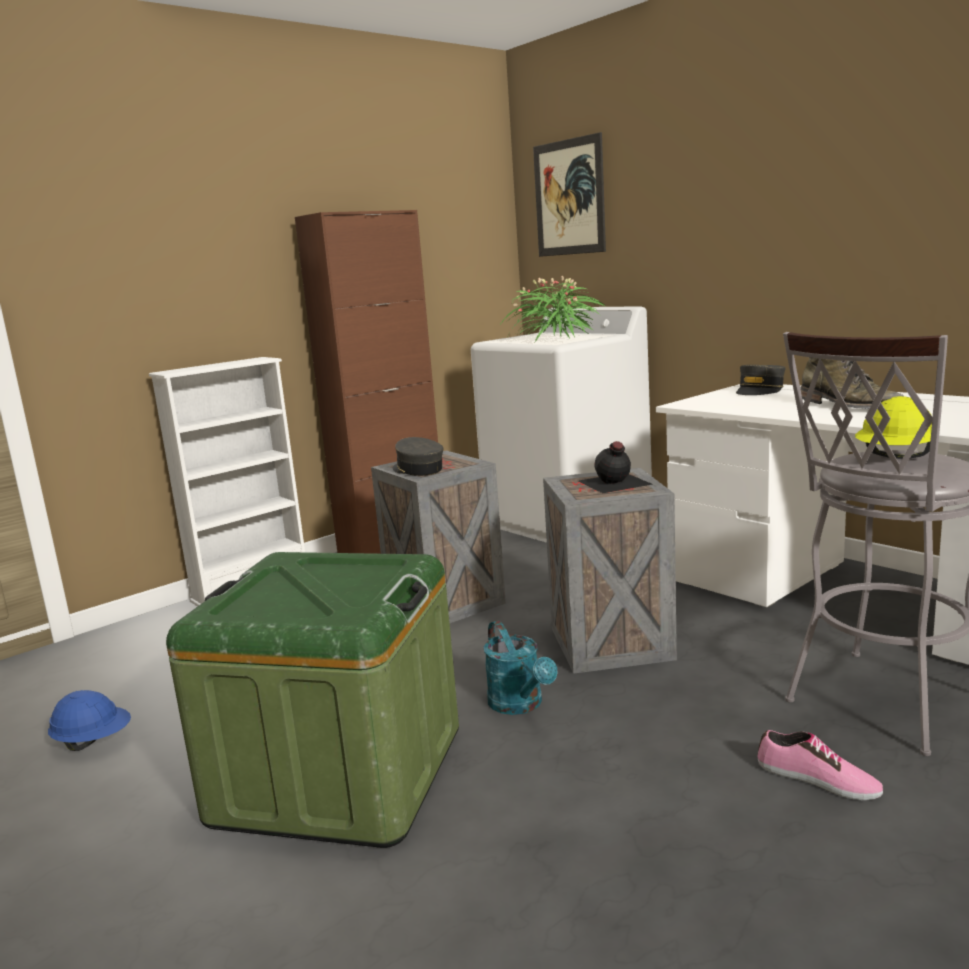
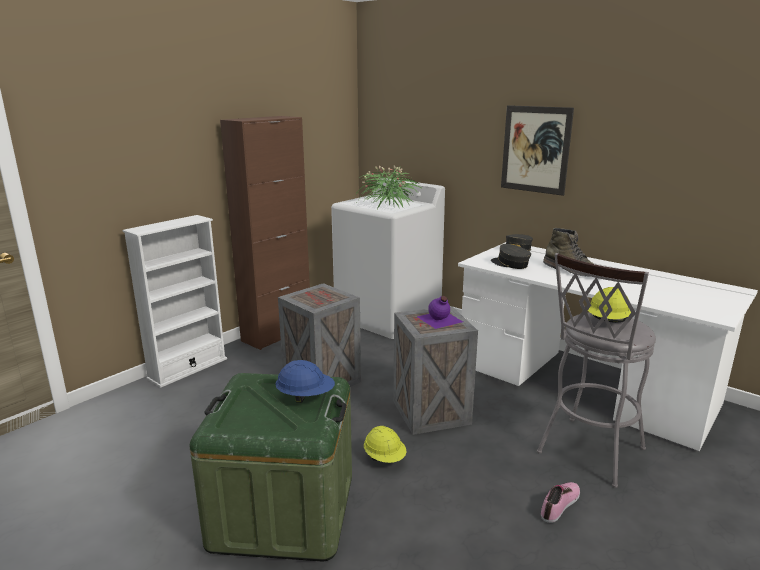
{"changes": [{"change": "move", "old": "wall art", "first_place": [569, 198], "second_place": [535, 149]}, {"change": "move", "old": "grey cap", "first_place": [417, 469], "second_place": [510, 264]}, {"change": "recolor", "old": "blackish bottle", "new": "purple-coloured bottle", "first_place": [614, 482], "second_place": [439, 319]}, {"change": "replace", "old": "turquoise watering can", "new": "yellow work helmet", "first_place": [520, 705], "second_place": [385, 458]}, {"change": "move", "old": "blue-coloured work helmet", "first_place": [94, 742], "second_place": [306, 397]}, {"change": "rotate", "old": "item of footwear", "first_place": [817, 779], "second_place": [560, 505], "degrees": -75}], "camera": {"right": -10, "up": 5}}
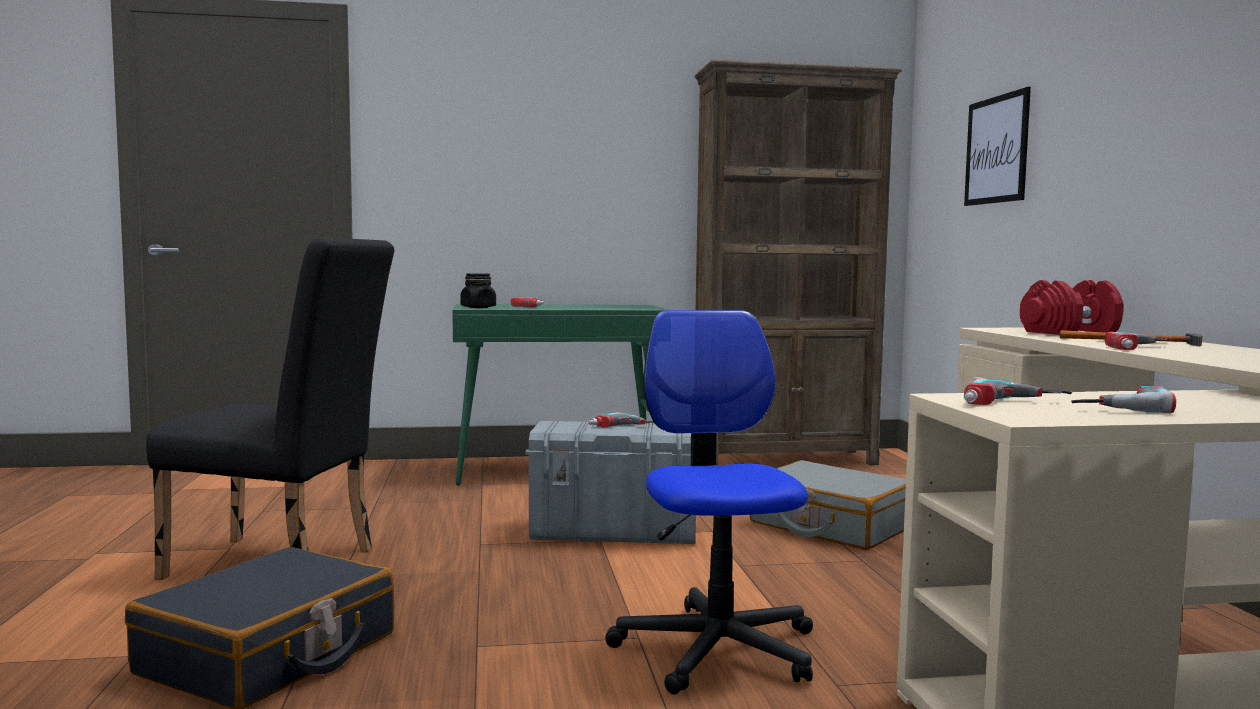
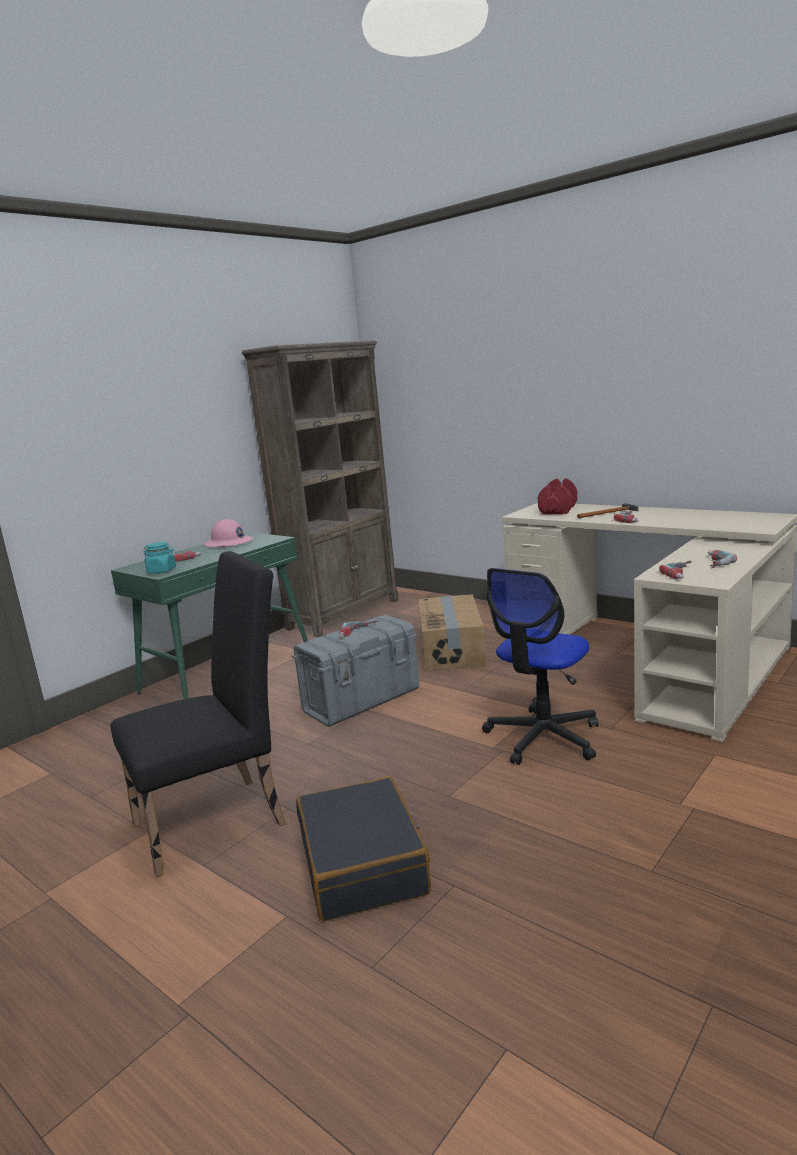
{"changes": [{"change": "delete", "old": "wall art", "first_place": [996, 150]}, {"change": "recolor", "old": "blackish jar", "new": "turquoise jar", "first_place": [478, 307], "second_place": [162, 571]}, {"change": "rotate", "old": "desk chair", "first_place": [717, 649], "second_place": [543, 737], "degrees": -90}, {"change": "replace", "old": "grey suitcase", "new": "packing box", "first_place": [830, 525], "second_place": [452, 649]}, {"change": "insert", "new": "pinkish work helmet", "second_place": [228, 543]}], "camera": {"right": -40, "up": 10}}
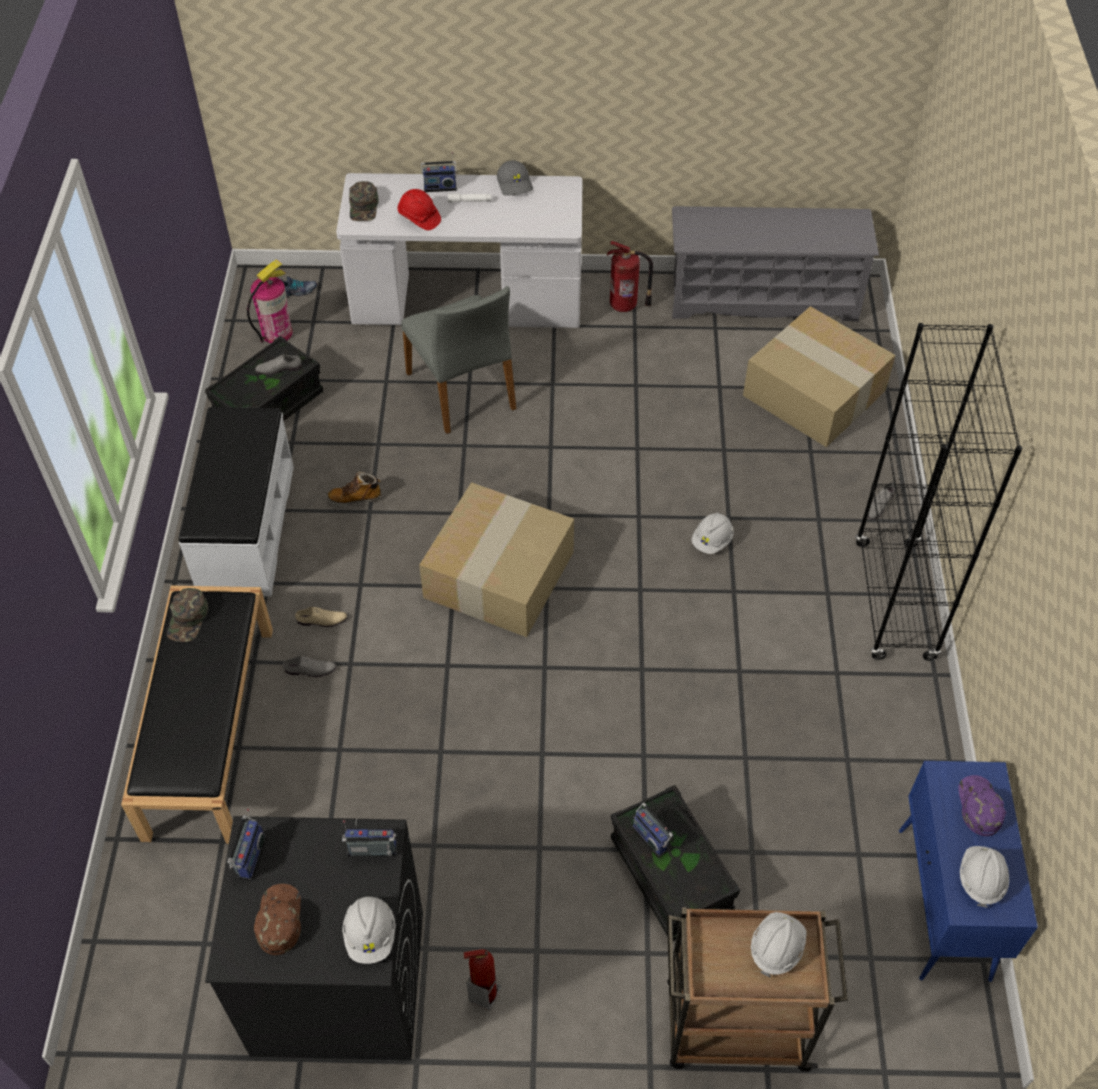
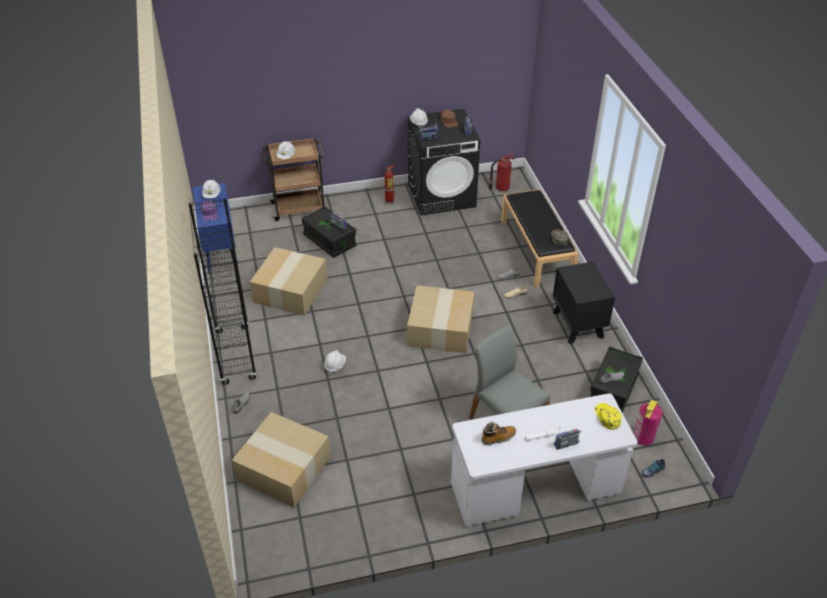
{"changes": [{"change": "delete", "old": "grey cap", "first_place": [515, 184]}, {"change": "recolor", "old": "greenish cap", "new": "yellow cap", "first_place": [364, 206], "second_place": [607, 417]}, {"change": "delete", "old": "reddish work helmet", "first_place": [419, 218]}, {"change": "delete", "old": "grey shoe rack", "first_place": [763, 298]}, {"change": "move", "old": "fire-fighting cylinder", "first_place": [625, 305], "second_place": [501, 188]}, {"change": "replace", "old": "whitish bench", "new": "blackish bedside table", "first_place": [245, 529], "second_place": [578, 324]}, {"change": "move", "old": "tall boot", "first_place": [355, 498], "second_place": [498, 438]}, {"change": "insert", "new": "packing box", "second_place": [290, 290]}], "camera": {"right": 165, "up": -10}}
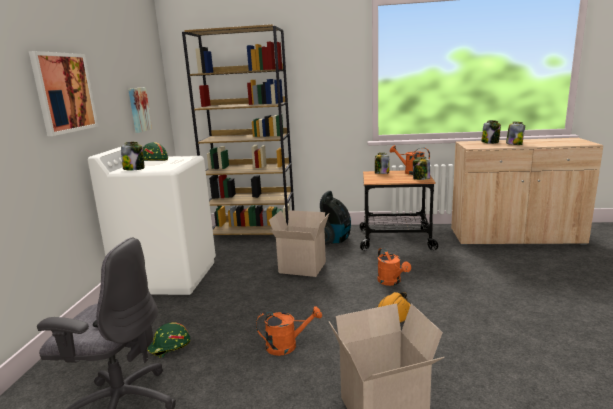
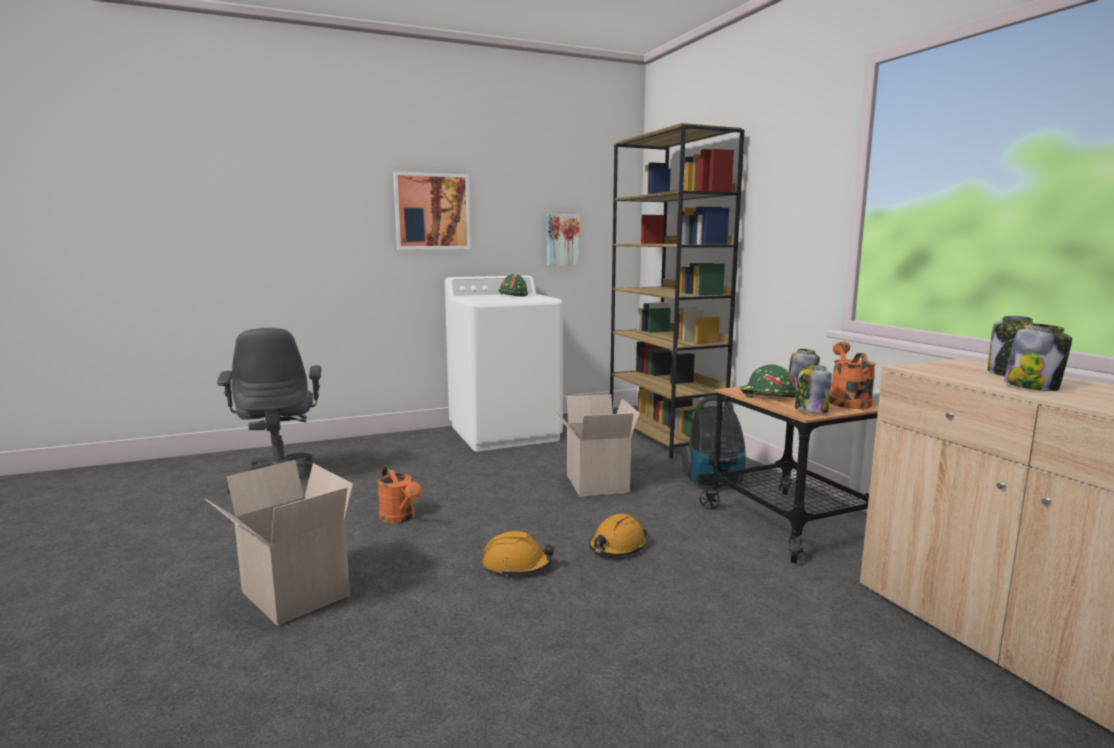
{"changes": [{"change": "delete", "old": "jar", "first_place": [134, 169]}, {"change": "replace", "old": "orange-coloured watering can", "new": "orange-coloured work helmet", "first_place": [391, 282], "second_place": [617, 547]}, {"change": "move", "old": "greenish work helmet", "first_place": [169, 347], "second_place": [766, 395]}], "camera": {"right": 60, "up": -5}}
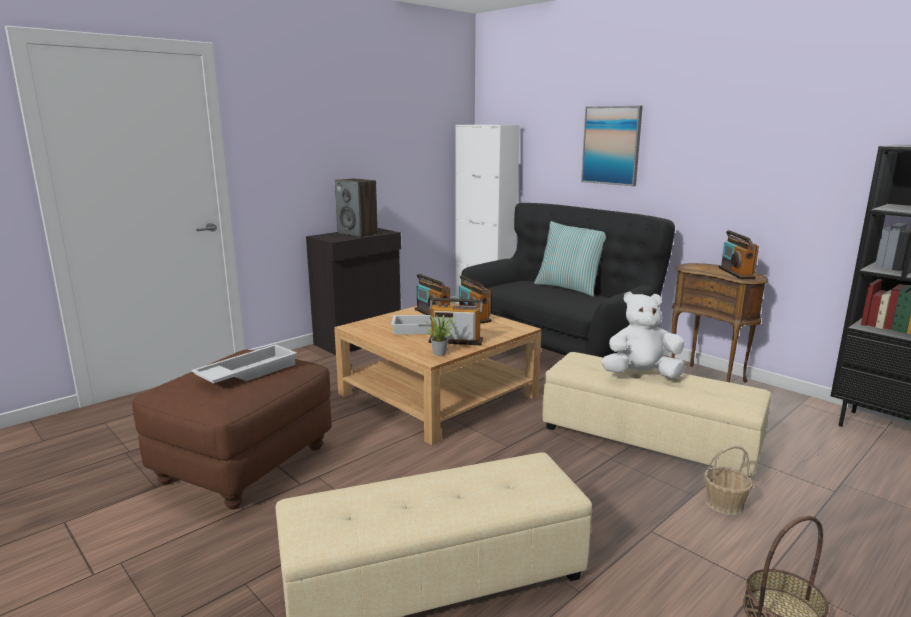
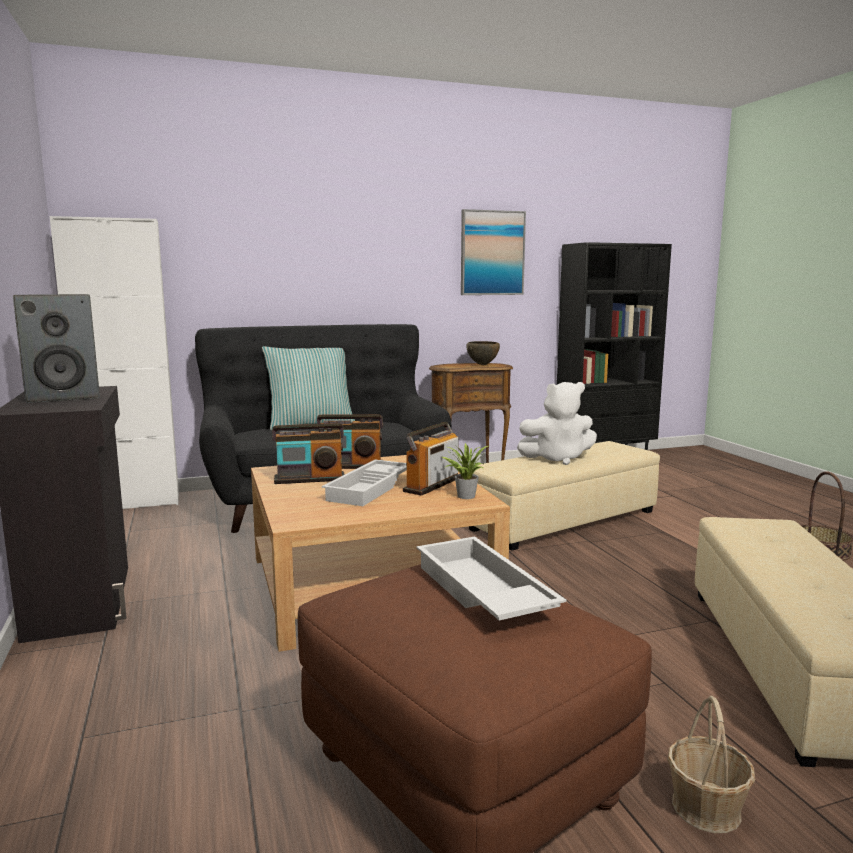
{"changes": [{"change": "move", "old": "wall art", "first_place": [611, 145], "second_place": [492, 253]}, {"change": "replace", "old": "radio set", "new": "brownish bowl", "first_place": [736, 273], "second_place": [483, 364]}, {"change": "rotate", "old": "whitish soft toy", "first_place": [641, 375], "second_place": [557, 459], "degrees": -120}, {"change": "move", "old": "household basket", "first_place": [725, 504], "second_place": [706, 807]}], "camera": {"right": -65, "up": -5}}
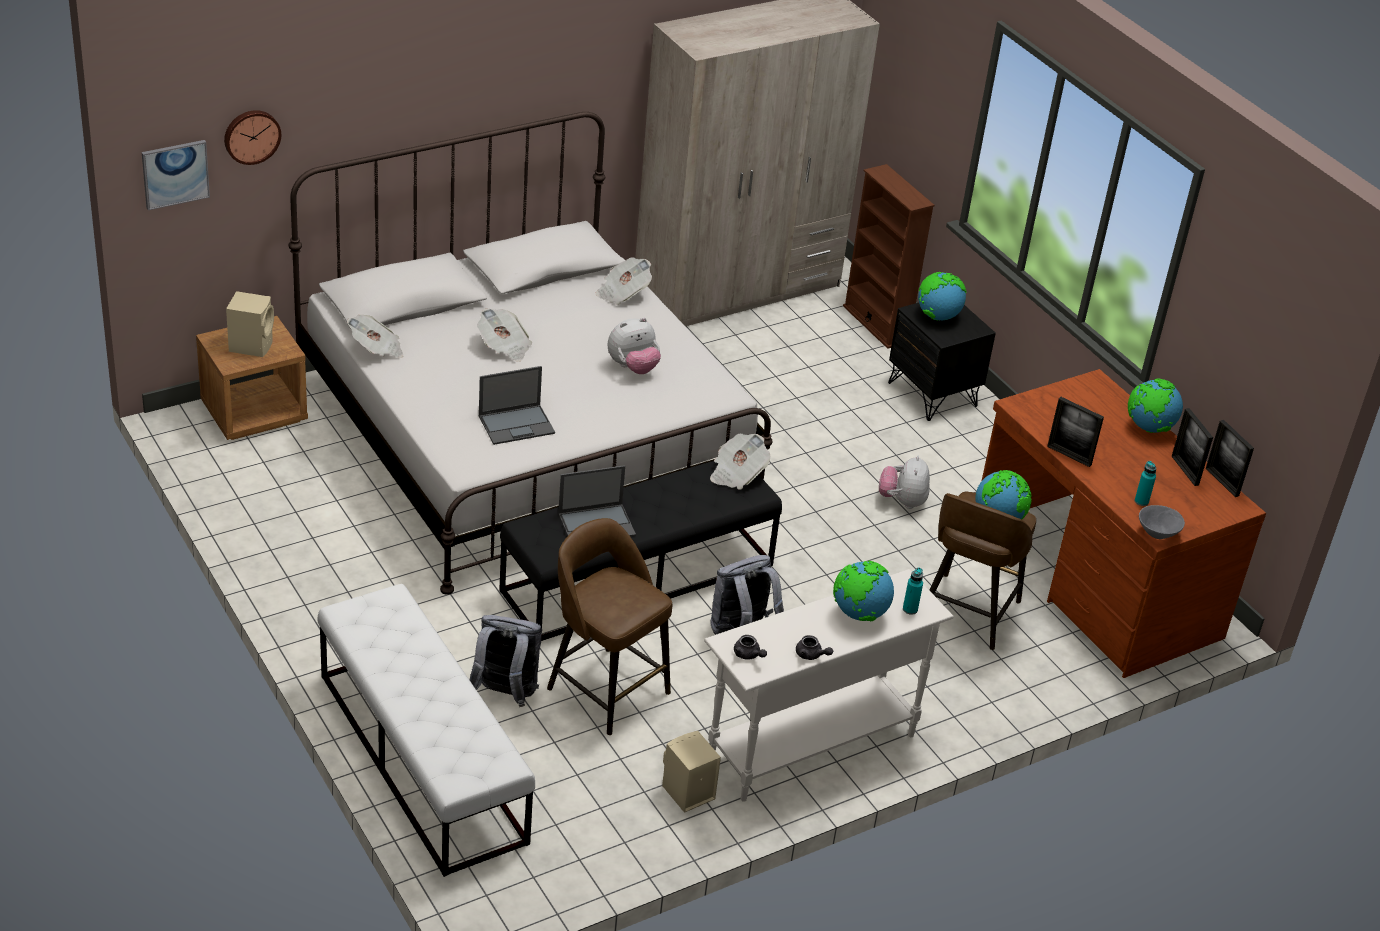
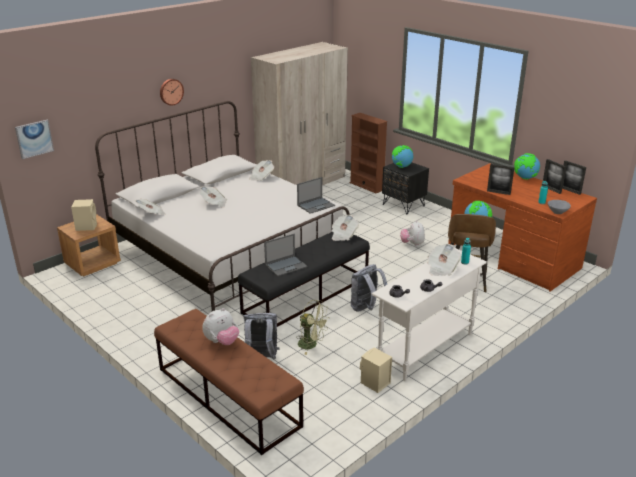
{"changes": [{"change": "move", "old": "hanging clock", "first_place": [251, 136], "second_place": [171, 91]}, {"change": "move", "old": "soft toy", "first_place": [633, 367], "second_place": [222, 342]}, {"change": "move", "old": "laptop", "first_place": [517, 424], "second_place": [316, 205]}, {"change": "replace", "old": "brownish sitting stool", "new": "greenish fan", "first_place": [606, 688], "second_place": [311, 345]}, {"change": "replace", "old": "globe", "new": "newspaper", "first_place": [859, 614], "second_place": [442, 268]}, {"change": "recolor", "old": "whitish bench", "new": "brownish bench", "first_place": [421, 757], "second_place": [227, 396]}], "camera": {"right": -10, "up": -10}}
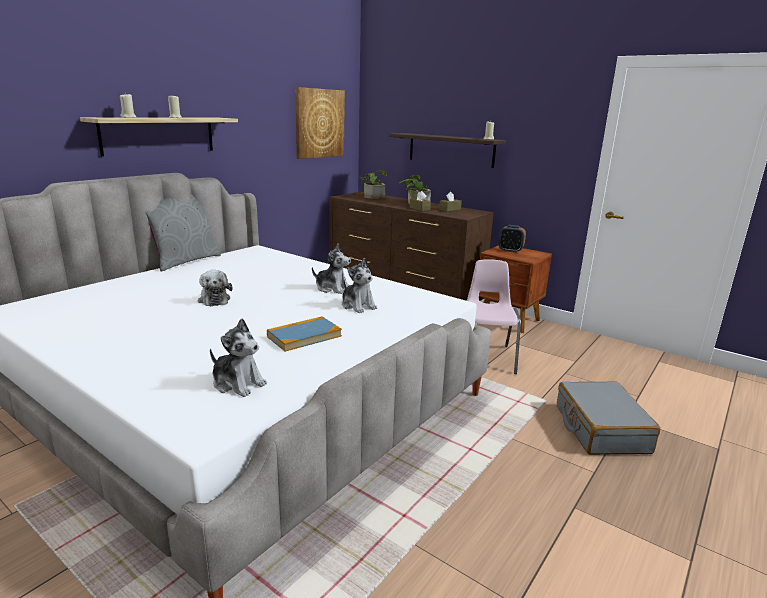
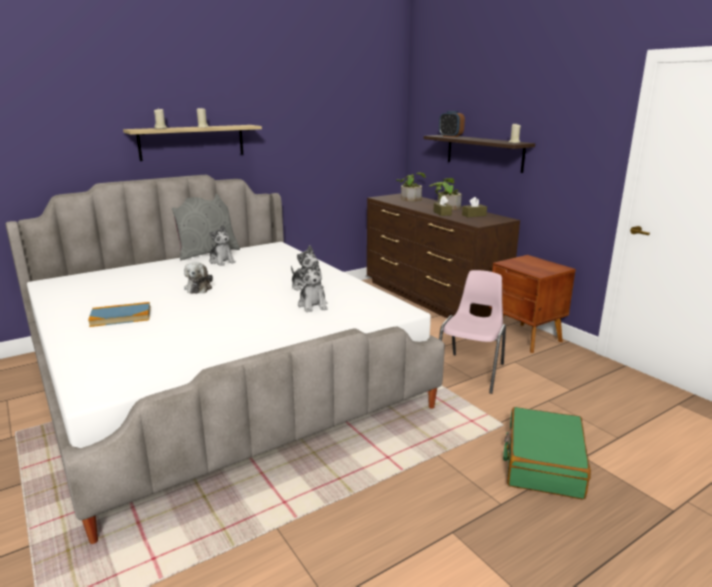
{"changes": [{"change": "delete", "old": "wall art", "first_place": [319, 123]}, {"change": "move", "old": "table clock", "first_place": [510, 250], "second_place": [450, 136]}, {"change": "move", "old": "bound book", "first_place": [304, 336], "second_place": [121, 317]}, {"change": "move", "old": "soft toy", "first_place": [238, 383], "second_place": [222, 261]}, {"change": "recolor", "old": "grey suitcase", "new": "greenish suitcase", "first_place": [600, 429], "second_place": [543, 463]}], "camera": {"right": 20, "up": 0}}
